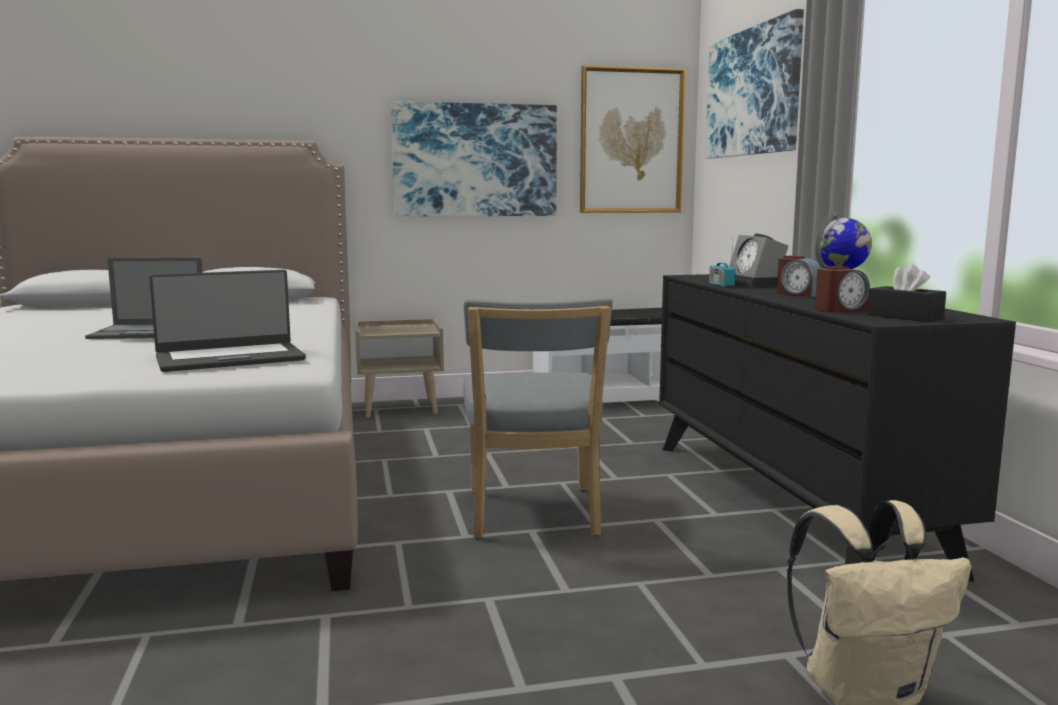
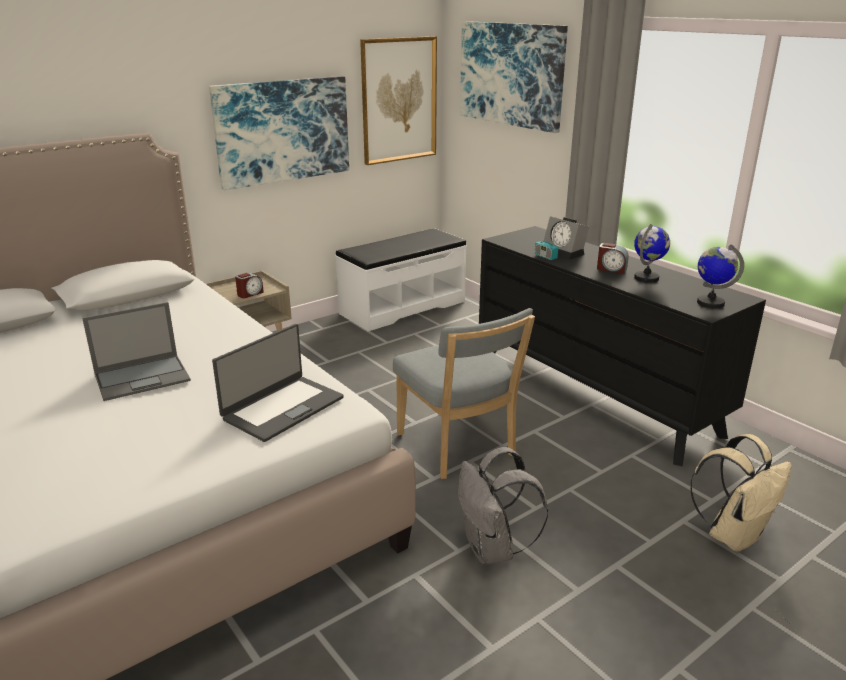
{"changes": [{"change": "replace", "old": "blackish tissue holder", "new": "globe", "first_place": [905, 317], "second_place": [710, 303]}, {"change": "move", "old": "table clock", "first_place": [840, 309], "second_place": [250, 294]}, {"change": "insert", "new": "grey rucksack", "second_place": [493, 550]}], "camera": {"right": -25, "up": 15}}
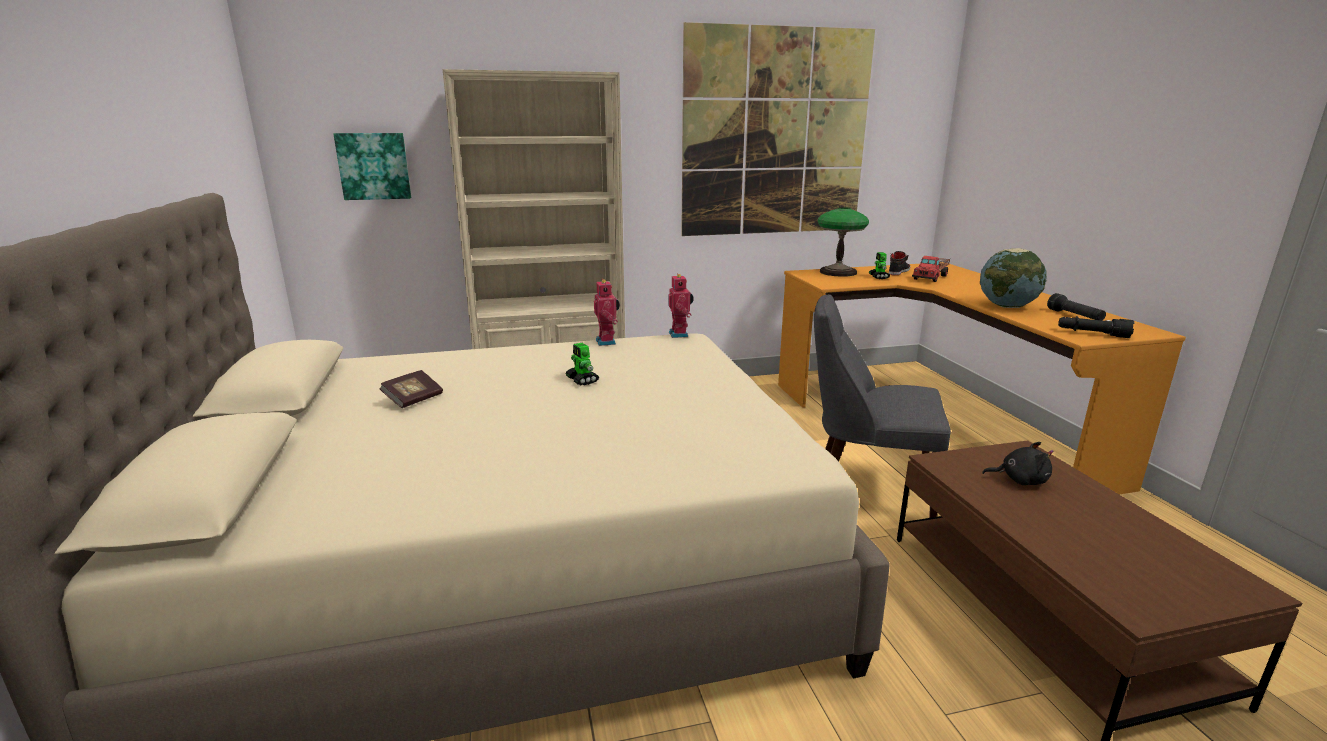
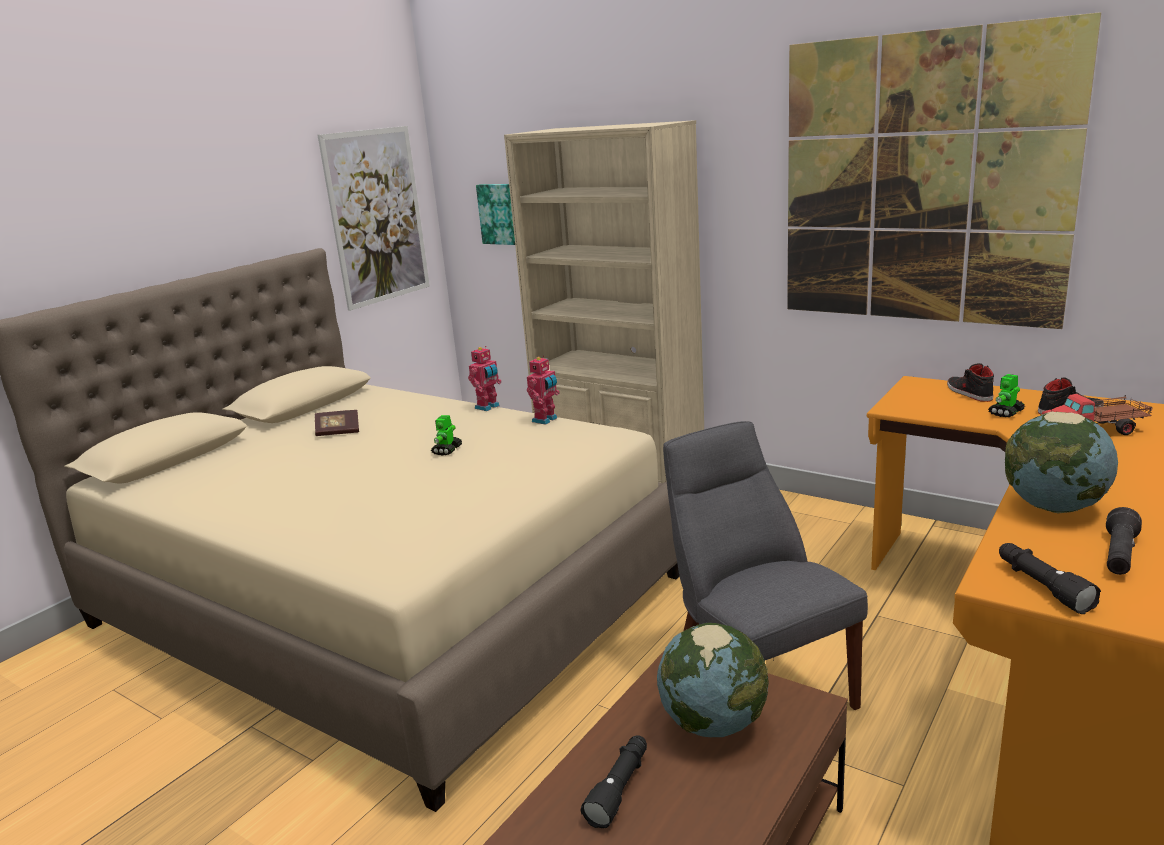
{"changes": [{"change": "replace", "old": "tabletop lamp", "new": "blackish item of footwear", "first_place": [838, 272], "second_place": [968, 393]}, {"change": "move", "old": "robot figure", "first_place": [680, 334], "second_place": [488, 407]}, {"change": "replace", "old": "blackish soft toy", "new": "globe", "first_place": [1019, 480], "second_place": [713, 723]}, {"change": "insert", "new": "wall art", "second_place": [377, 216]}, {"change": "insert", "new": "blackish torch", "second_place": [619, 788]}], "camera": {"right": 50, "up": 0}}
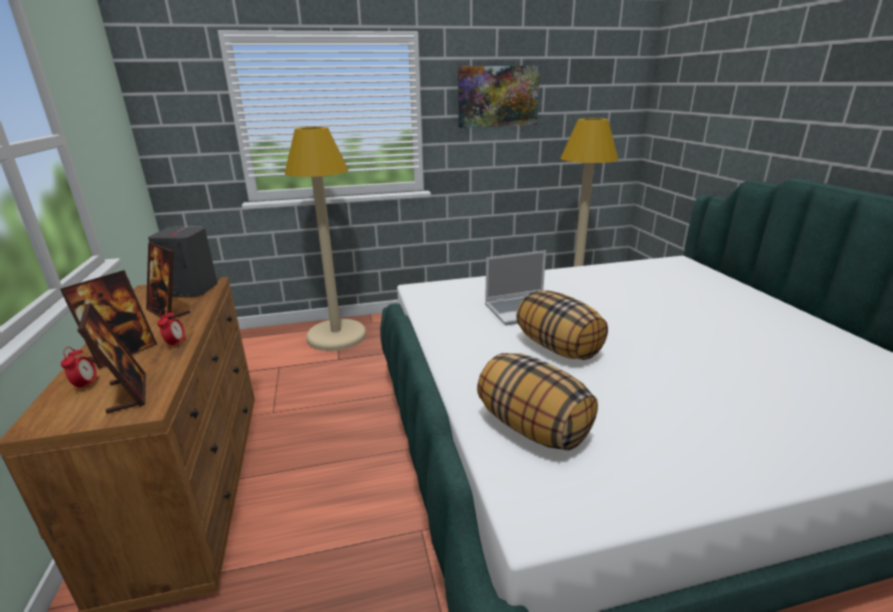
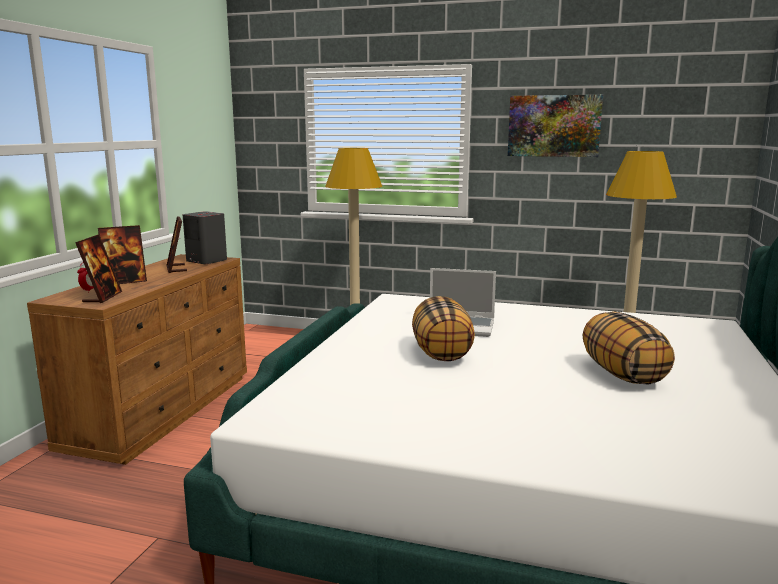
{"changes": [{"change": "delete", "old": "table clock", "first_place": [176, 344]}, {"change": "move", "old": "throw pillow", "first_place": [532, 428], "second_place": [622, 374]}], "camera": {"right": 30, "up": -10}}
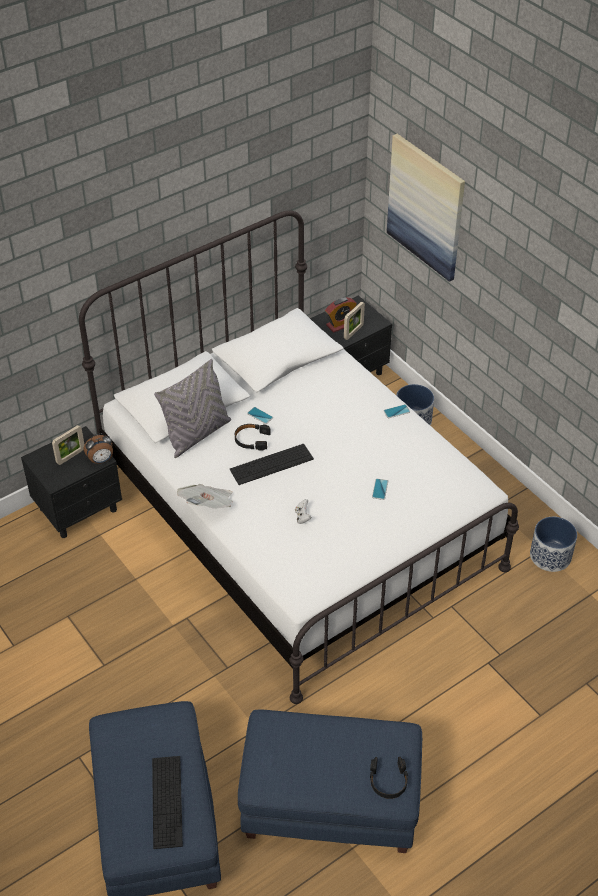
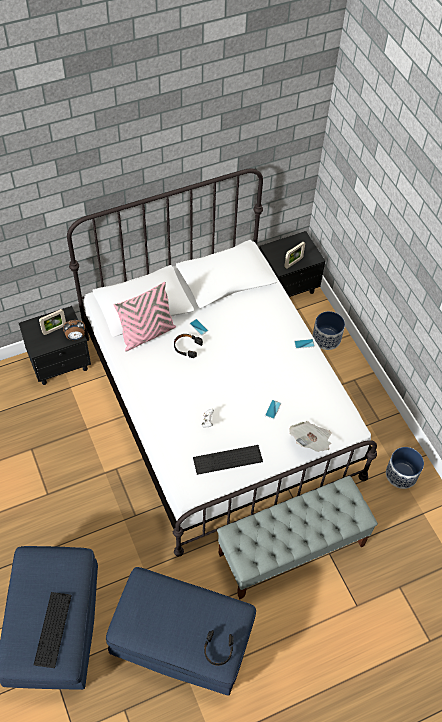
{"changes": [{"change": "delete", "old": "wall art", "first_place": [426, 207]}, {"change": "delete", "old": "table clock", "first_place": [340, 325]}, {"change": "recolor", "old": "grey throw pillow", "new": "pinkish throw pillow", "first_place": [197, 434], "second_place": [147, 334]}, {"change": "move", "old": "PC keyboard", "first_place": [271, 464], "second_place": [227, 459]}, {"change": "move", "old": "newspaper", "first_place": [208, 506], "second_place": [311, 441]}, {"change": "insert", "new": "grey bench", "second_place": [292, 549]}], "camera": {"right": 10, "up": 10}}
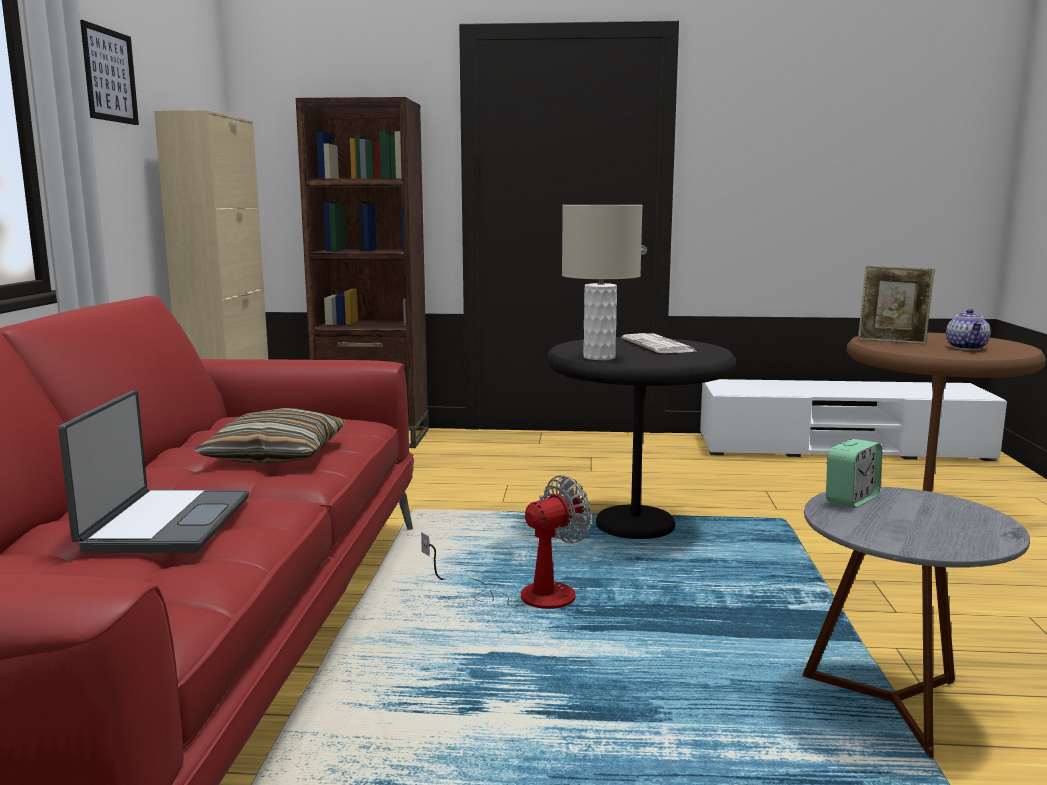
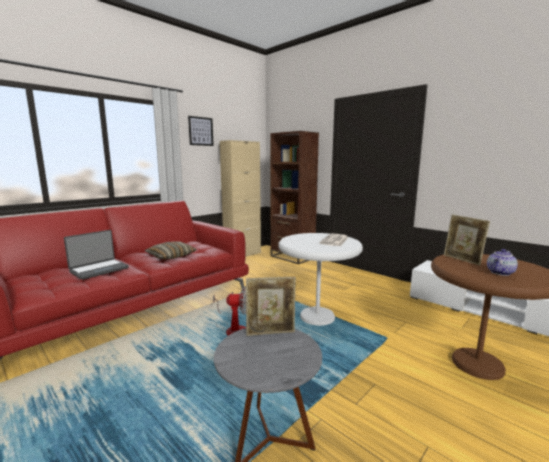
{"changes": [{"change": "delete", "old": "sand-coloured tabletop lamp", "first_place": [599, 357]}, {"change": "recolor", "old": "blackish accent table", "new": "whitish accent table", "first_place": [635, 526], "second_place": [317, 317]}, {"change": "replace", "old": "table clock", "new": "picture frame", "first_place": [851, 499], "second_place": [271, 332]}], "camera": {"right": 40, "up": 0}}
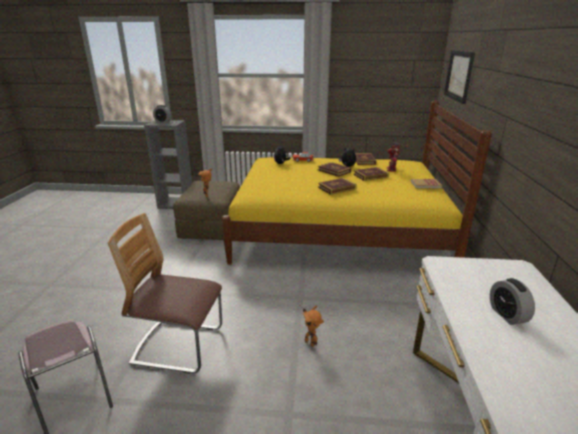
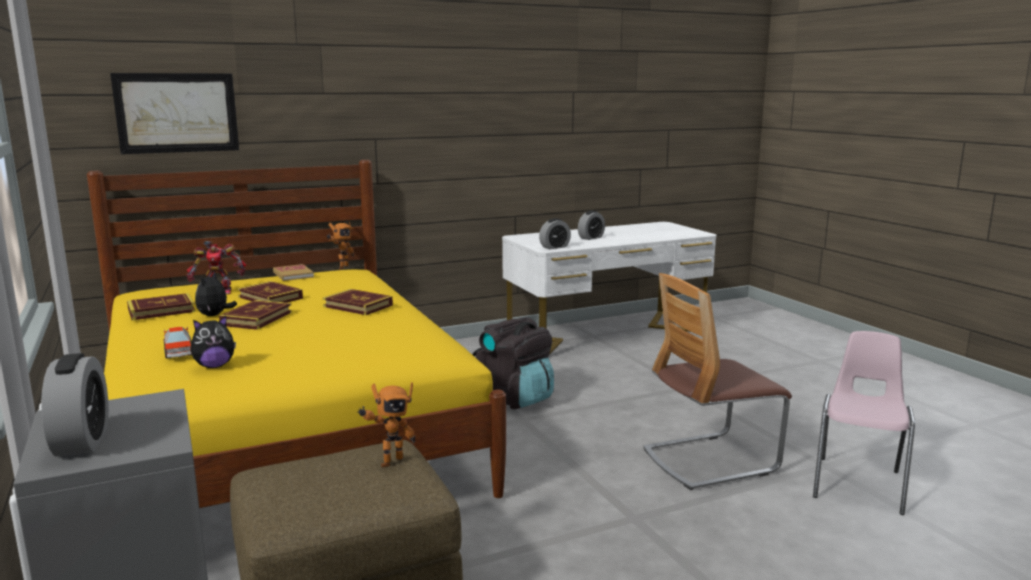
{"changes": [{"change": "rotate", "old": "plain chair", "first_place": [178, 346], "second_place": [709, 460], "degrees": 90}, {"change": "move", "old": "robot figure", "first_place": [310, 342], "second_place": [341, 267]}, {"change": "insert", "new": "table clock", "second_place": [554, 247]}, {"change": "insert", "new": "blackish rucksack", "second_place": [514, 398]}], "camera": {"right": -120, "up": -10}}
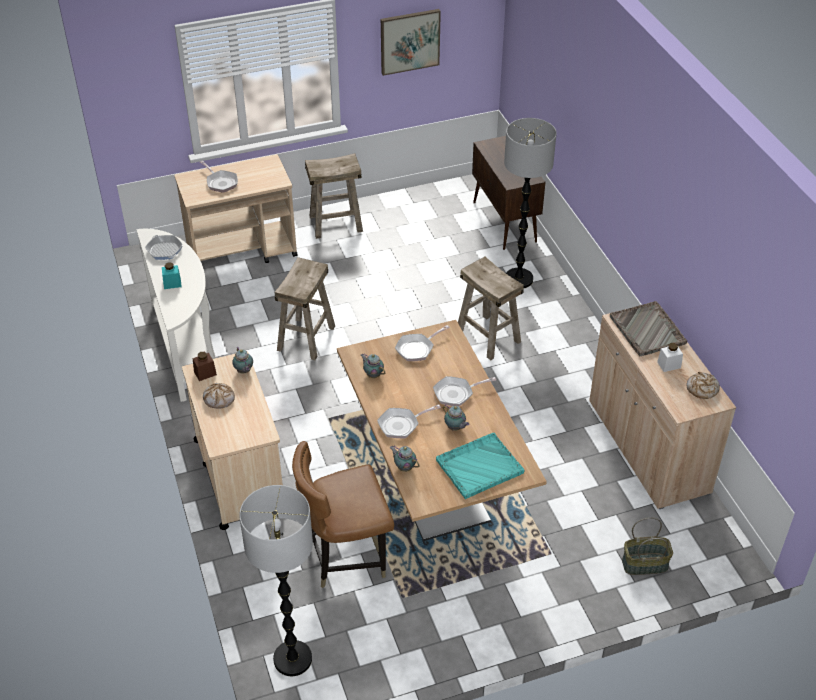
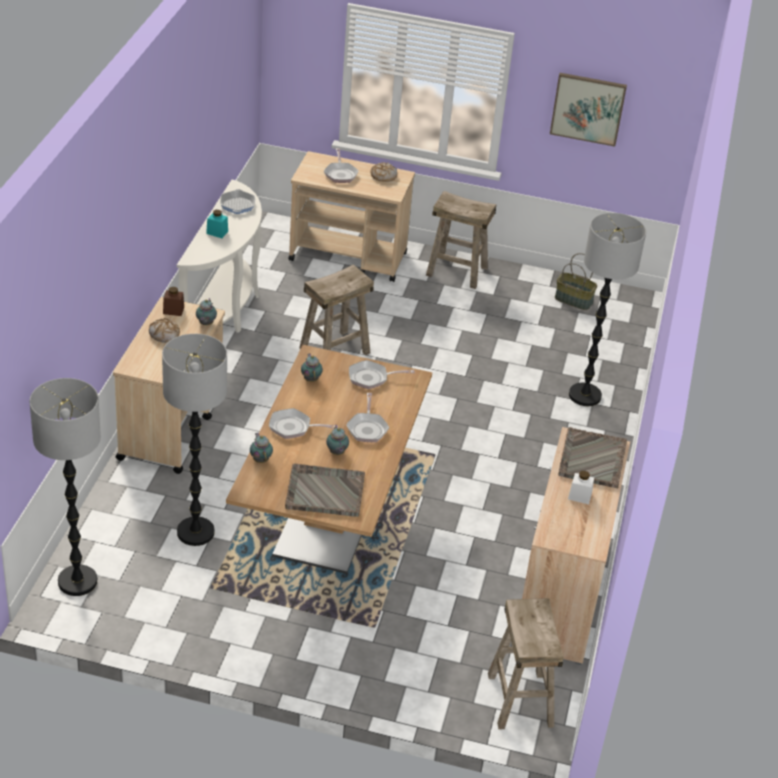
{"changes": [{"change": "delete", "old": "brownish storage cabinet", "first_place": [505, 222]}, {"change": "move", "old": "sand-coloured sitting stool", "first_place": [487, 337], "second_place": [519, 699]}, {"change": "move", "old": "bakery bread", "first_place": [702, 389], "second_place": [383, 176]}, {"change": "rotate", "old": "skillet", "first_place": [456, 393], "second_place": [367, 428], "degrees": -105}, {"change": "recolor", "old": "turquoise carrying tray", "new": "grey carrying tray", "first_place": [478, 467], "second_place": [324, 491]}, {"change": "replace", "old": "brownish plain chair", "new": "floor lamp", "first_place": [345, 556], "second_place": [195, 532]}, {"change": "move", "old": "household basket", "first_place": [645, 563], "second_place": [574, 300]}], "camera": {"right": 30, "up": -5}}
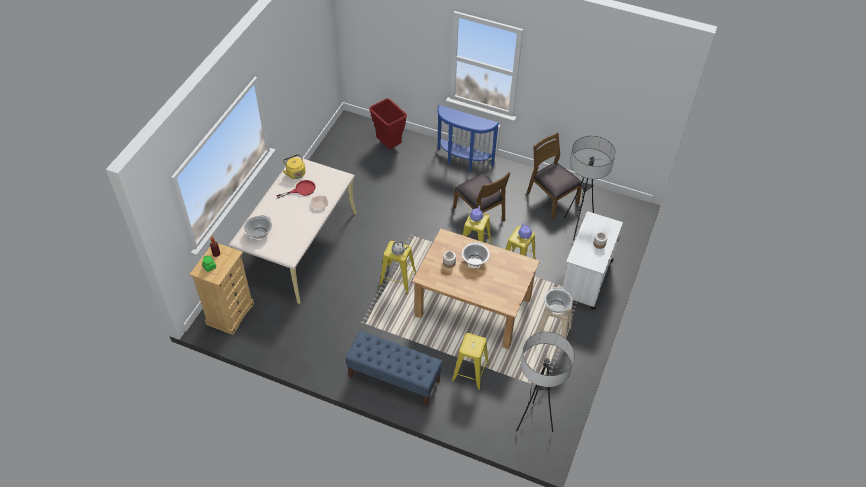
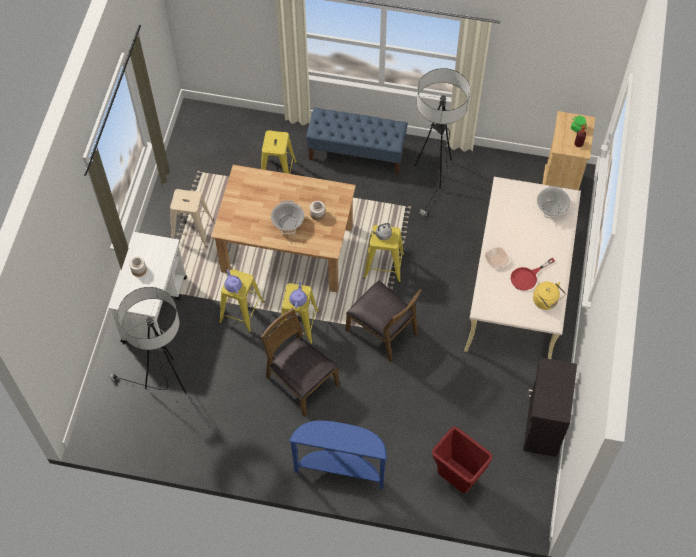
{"changes": [{"change": "move", "old": "brownish plain chair", "first_place": [551, 198], "second_place": [383, 331]}, {"change": "delete", "old": "cooking pot", "first_place": [556, 306]}, {"change": "move", "old": "floor lamp", "first_place": [534, 421], "second_place": [434, 175]}, {"change": "insert", "new": "blackish storage cabinet", "second_place": [542, 425]}], "camera": {"right": 170, "up": 10}}
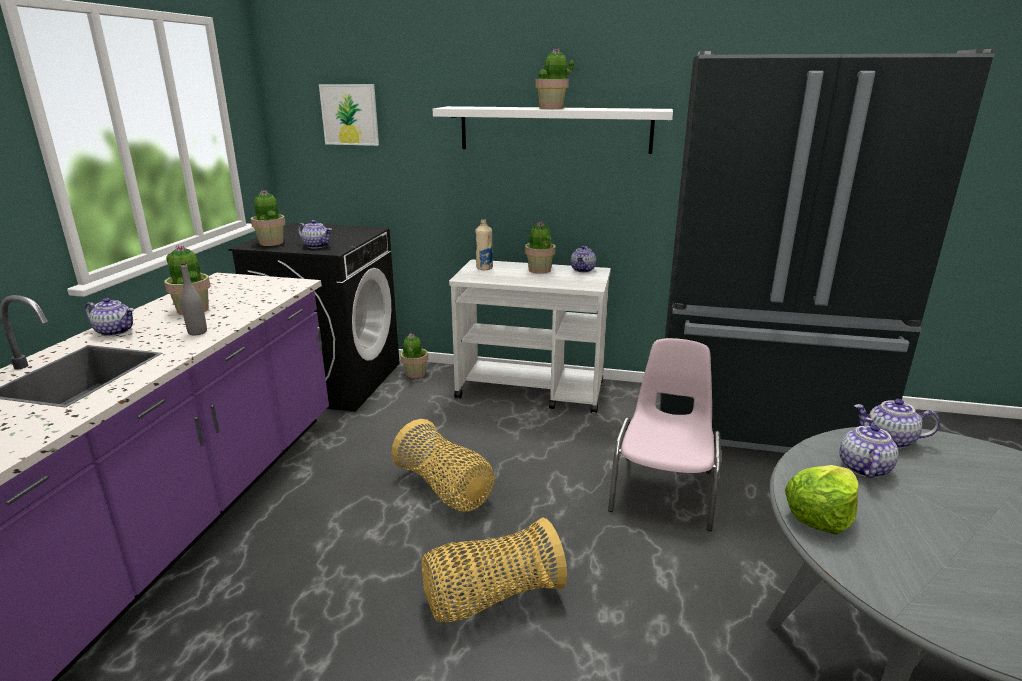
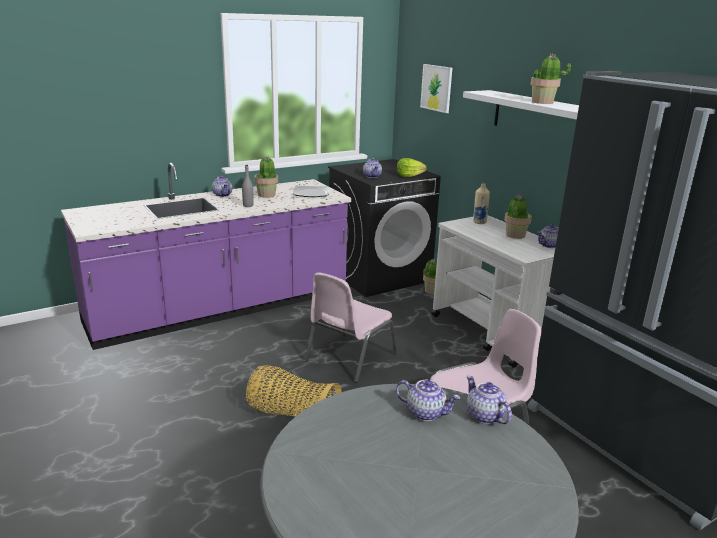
{"changes": [{"change": "delete", "old": "plant in a pot", "first_place": [271, 243]}, {"change": "rotate", "old": "tea pot", "first_place": [863, 468], "second_place": [426, 413], "degrees": 45}, {"change": "replace", "old": "household basket", "new": "pinkish plain chair", "first_place": [445, 489], "second_place": [349, 358]}, {"change": "move", "old": "head of lettuce", "first_place": [819, 515], "second_place": [409, 176]}, {"change": "insert", "new": "flat dish", "second_place": [311, 193]}], "camera": {"right": 45, "up": 0}}
